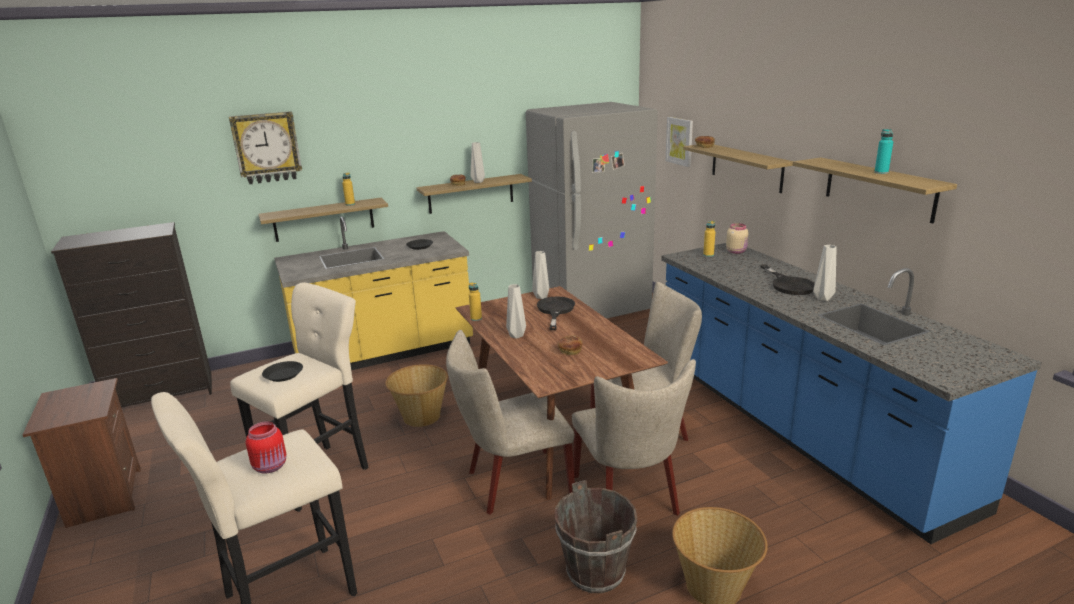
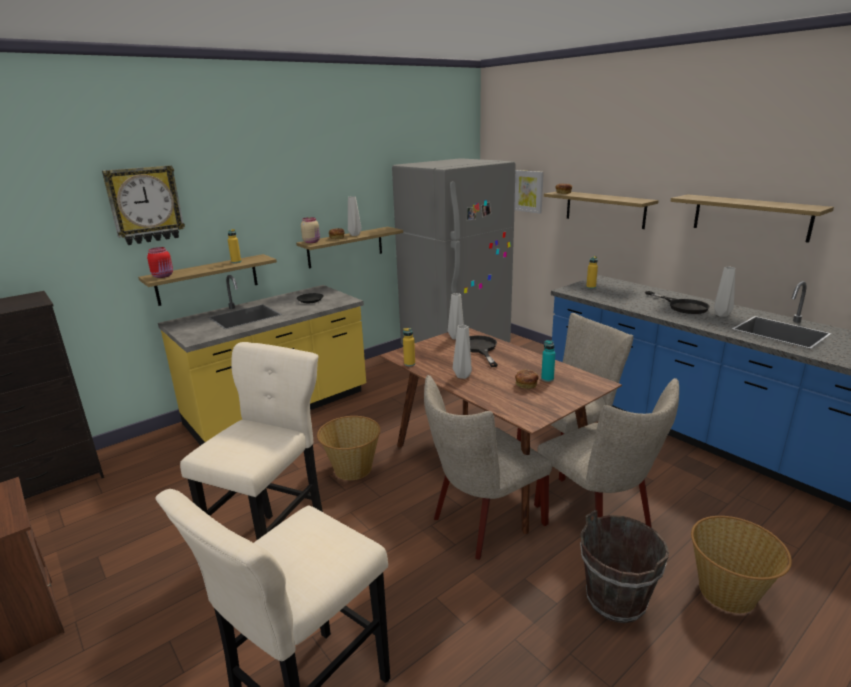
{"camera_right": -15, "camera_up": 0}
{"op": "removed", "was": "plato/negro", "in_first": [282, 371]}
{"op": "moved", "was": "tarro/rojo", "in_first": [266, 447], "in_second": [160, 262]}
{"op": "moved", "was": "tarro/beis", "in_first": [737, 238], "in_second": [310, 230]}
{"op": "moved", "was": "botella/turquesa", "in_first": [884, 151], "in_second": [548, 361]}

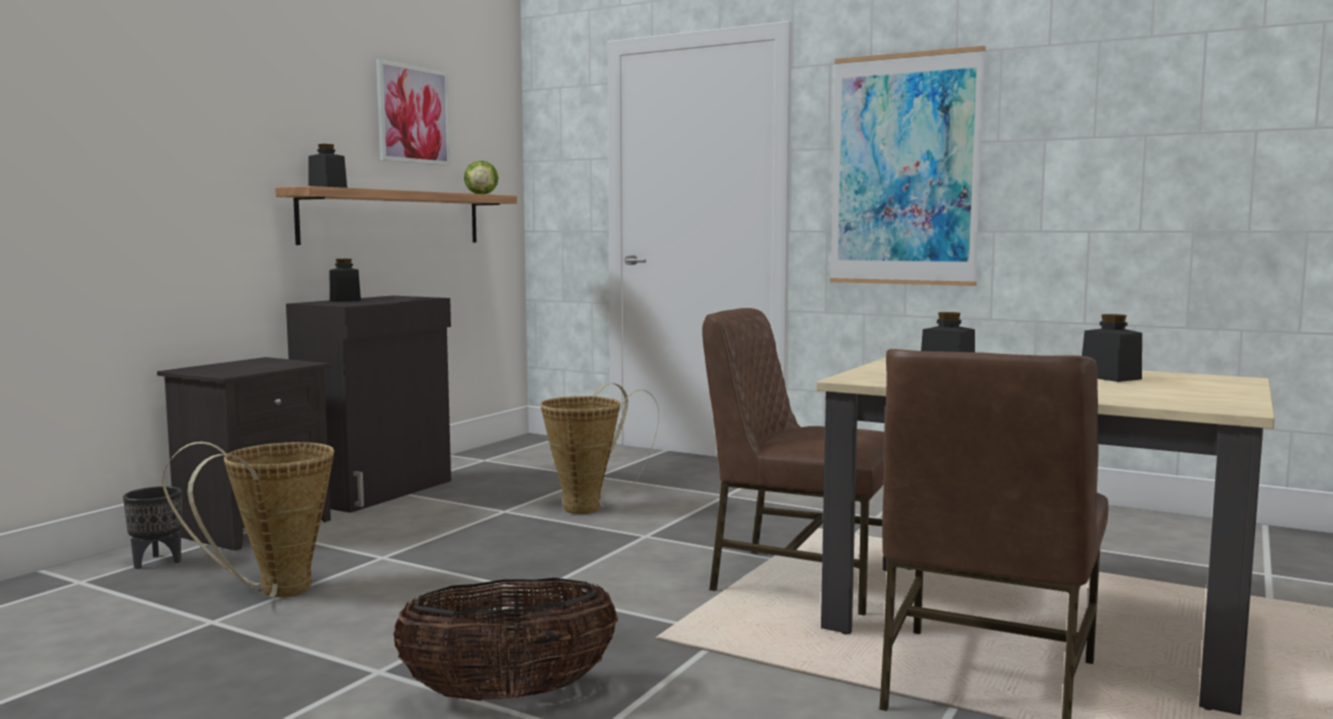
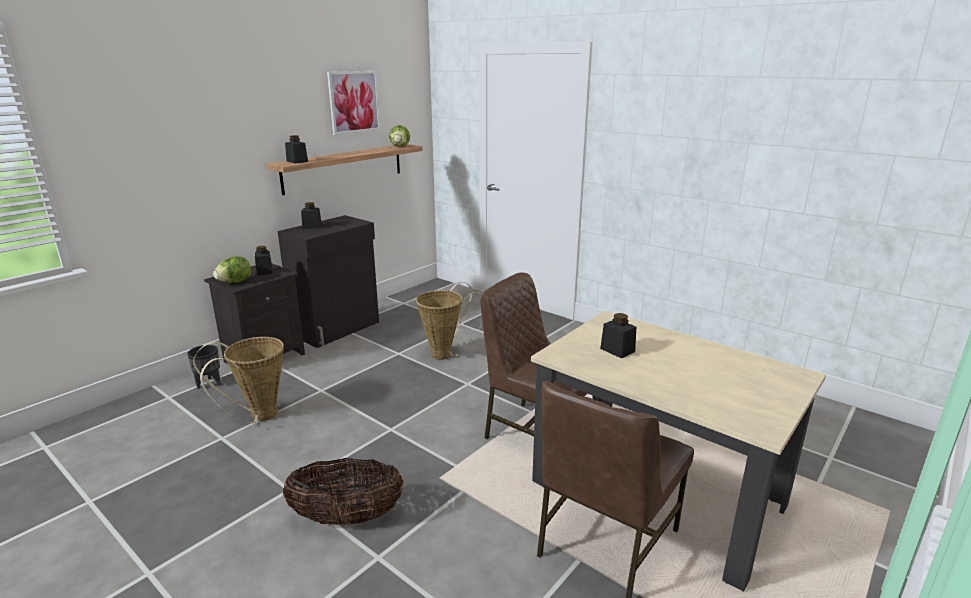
{"camera_right": 10, "camera_up": 15}
{"op": "removed", "was": "cuadro", "in_first": [908, 166]}
{"op": "added", "now": "lechuga", "in_second": [232, 269]}
{"op": "moved", "was": "tarro/negro", "in_first": [1112, 348], "in_second": [264, 260]}

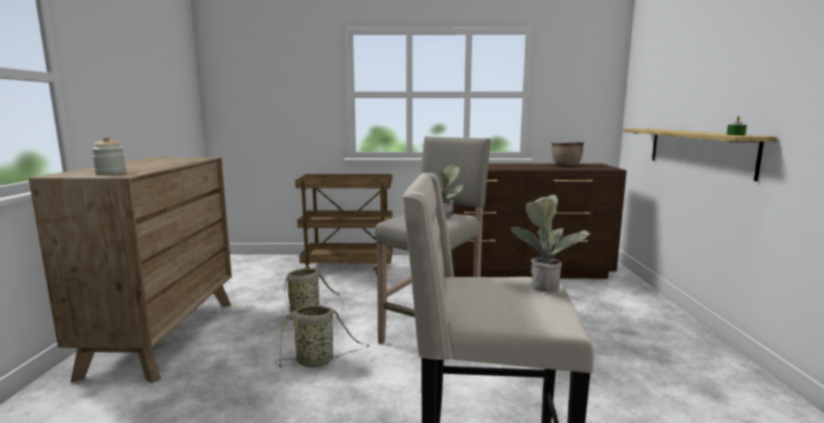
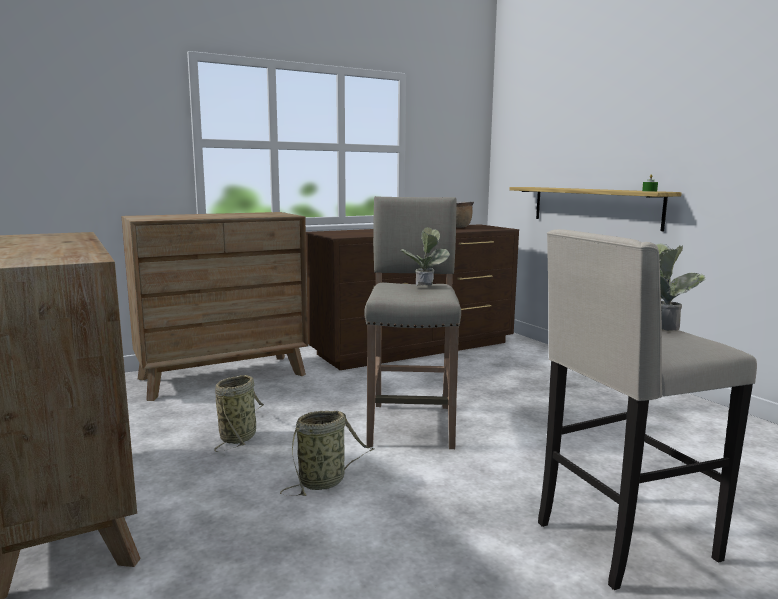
{"camera_right": -30, "camera_up": 0}
{"op": "removed", "was": "tarro", "in_first": [108, 155]}
{"op": "replaced", "was": "carrito/marrón", "now": "cómoda/marrón", "in_first": [344, 224], "in_second": [214, 306]}

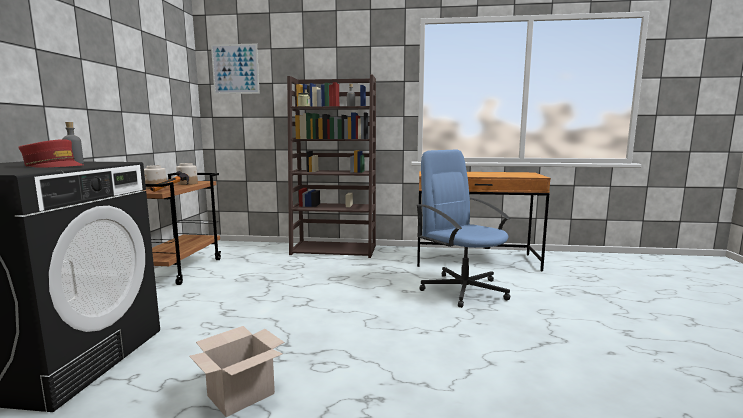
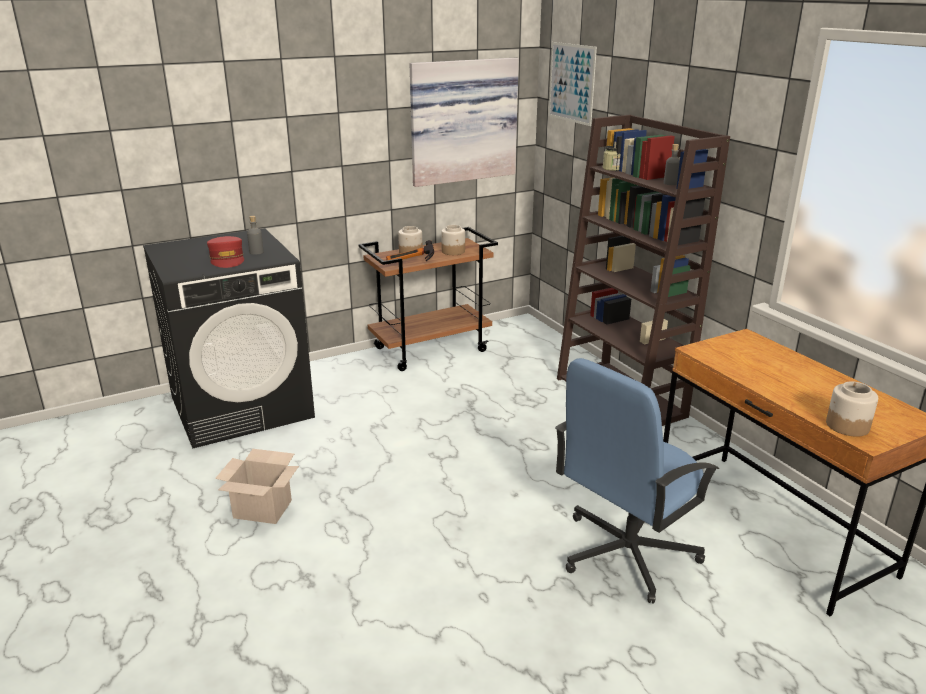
{"camera_right": 55, "camera_up": 15}
{"op": "added", "now": "cuadro", "in_second": [464, 122]}
{"op": "added", "now": "tarro", "in_second": [852, 409]}
{"op": "turned", "was": "silla de oficina/azul", "in_first": [464, 229], "in_second": [637, 480], "clockwise": -150}

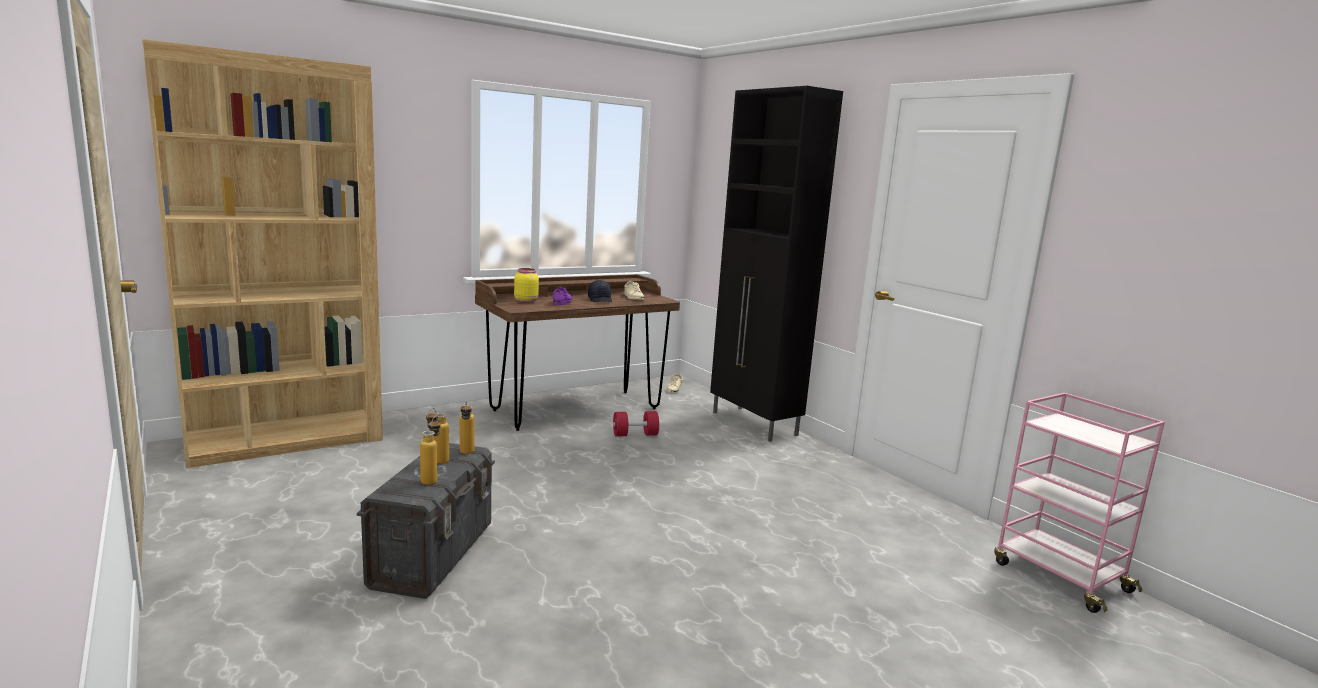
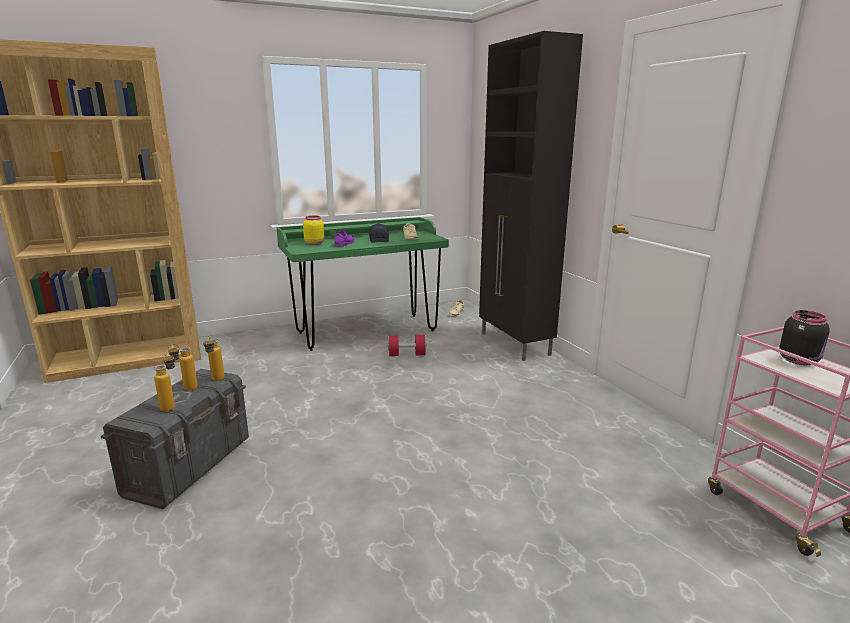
{"camera_right": 10, "camera_up": 5}
{"op": "added", "now": "tarro/negro", "in_second": [804, 337]}
{"op": "recoloured", "was": "escritorio/marrón", "now": "escritorio/verde", "in_first": [577, 352], "in_second": [363, 284]}

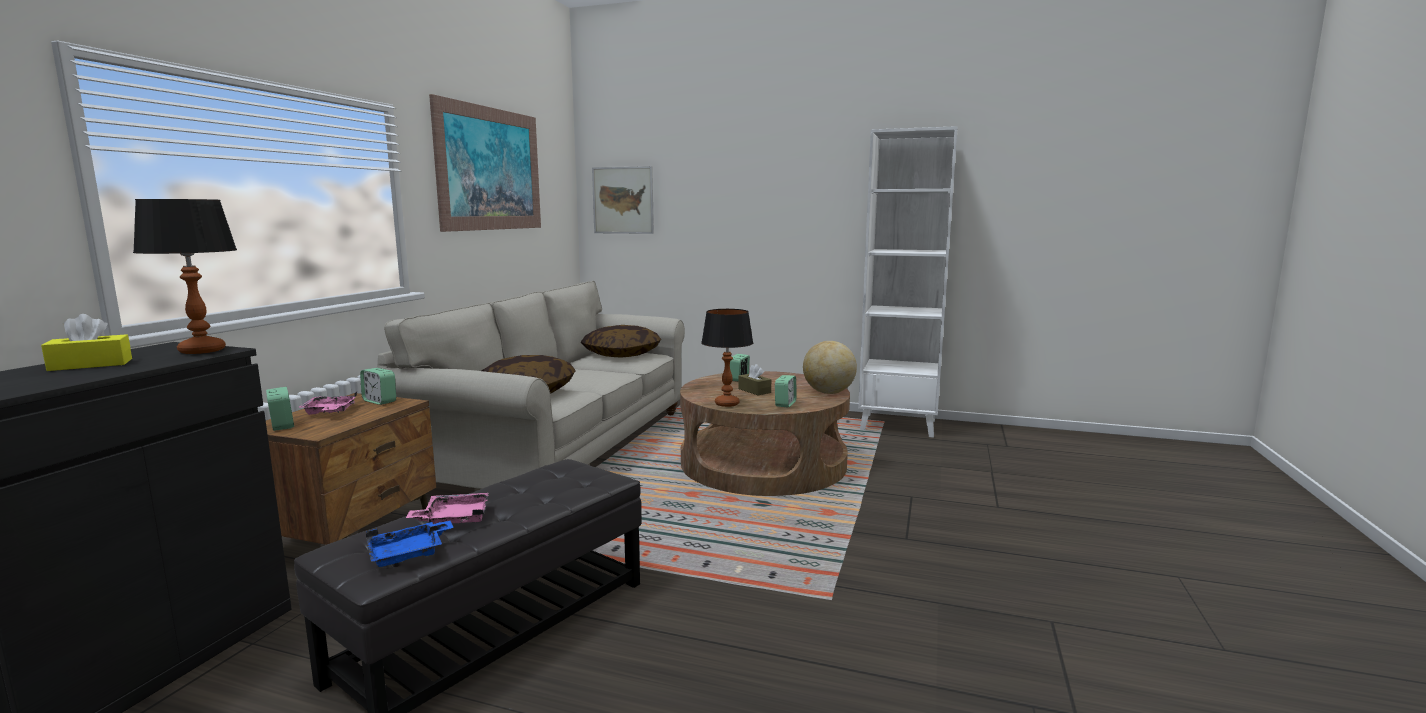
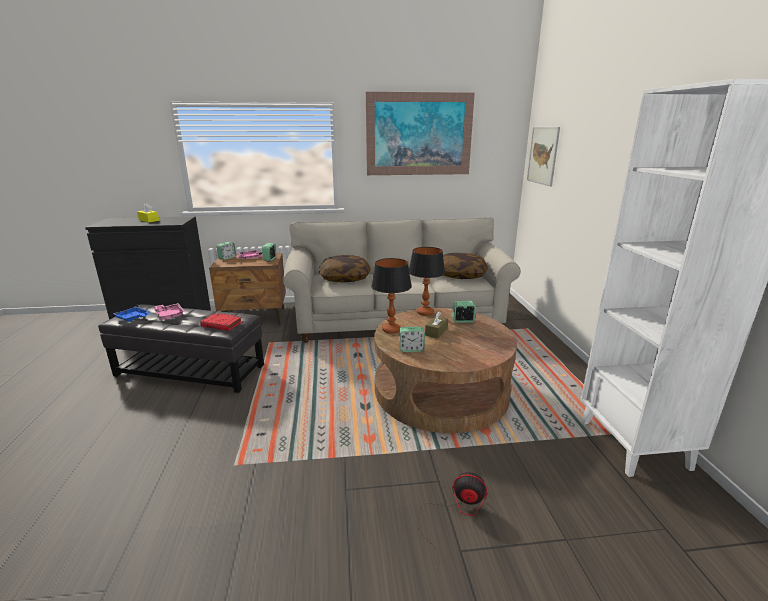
{"camera_right": 65, "camera_up": 10}
{"op": "removed", "was": "globo terráqueo", "in_first": [830, 367]}
{"op": "added", "now": "libro/rojo", "in_second": [221, 322]}
{"op": "added", "now": "ventilador", "in_second": [452, 520]}
{"op": "moved", "was": "lámpara de mesa", "in_first": [185, 276], "in_second": [427, 281]}

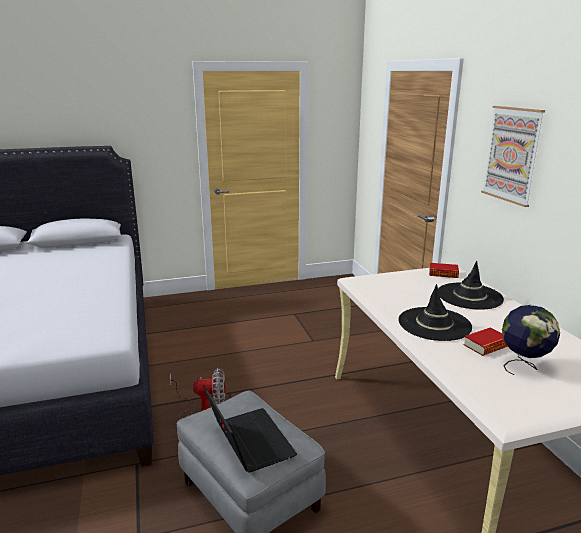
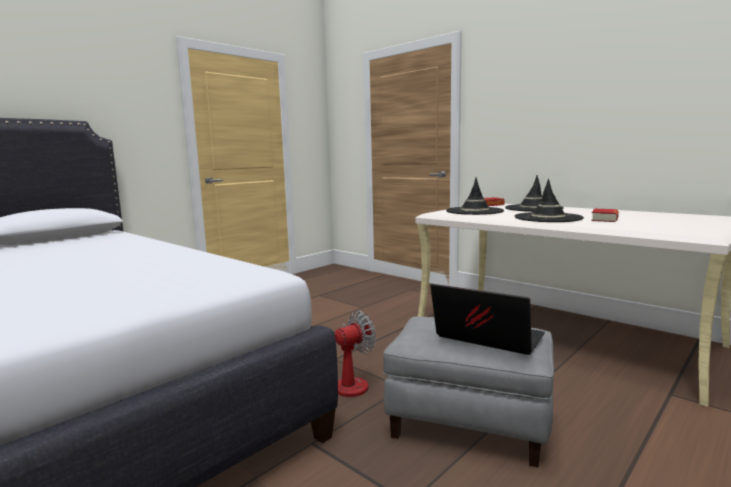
{"camera_right": -30, "camera_up": -10}
{"op": "removed", "was": "cuadro", "in_first": [513, 156]}
{"op": "removed", "was": "globo terráqueo", "in_first": [531, 340]}
{"op": "added", "now": "sombrero/negro", "in_second": [475, 196]}

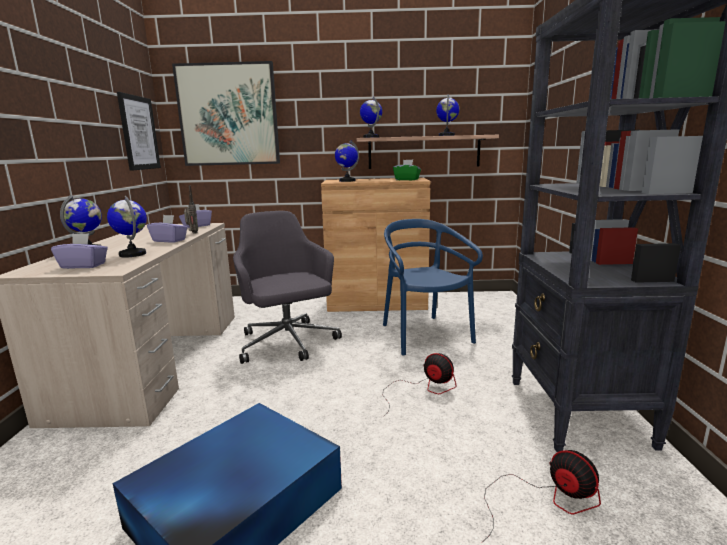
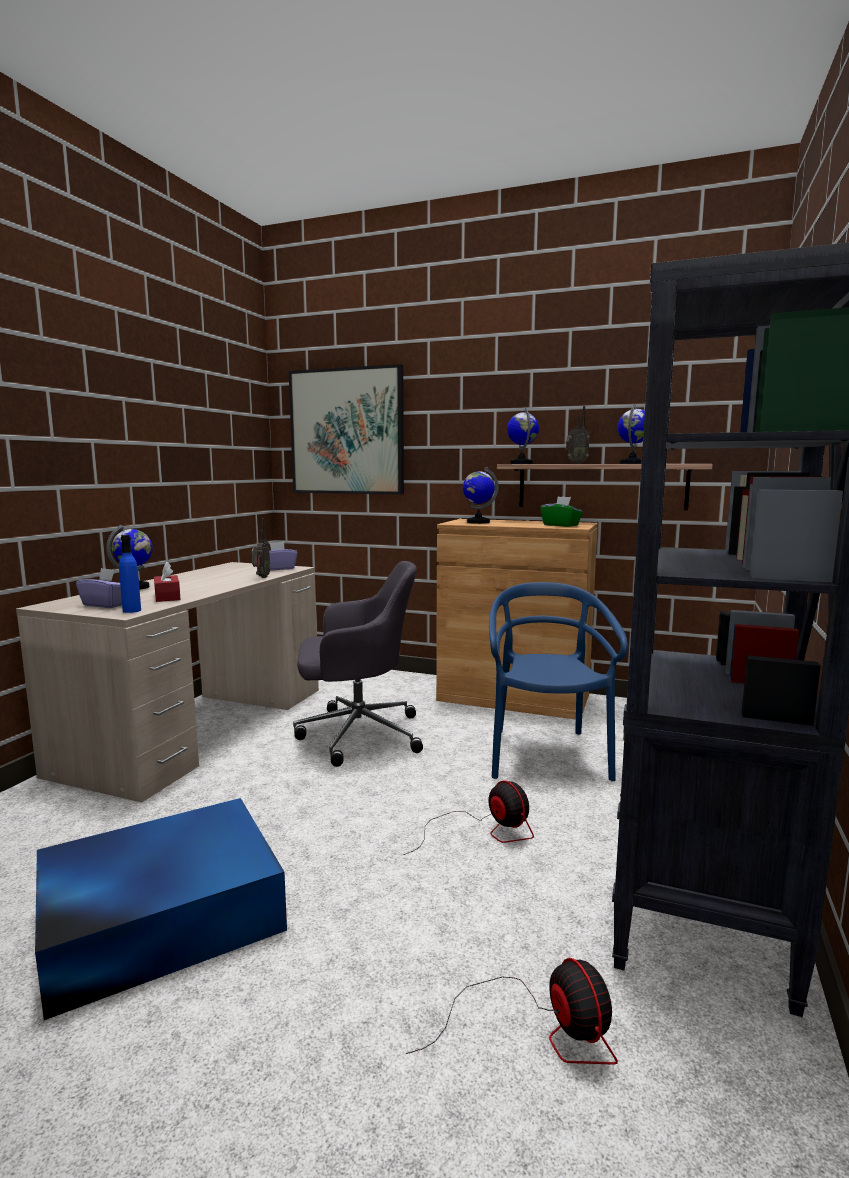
{"camera_right": 20, "camera_up": -5}
{"op": "removed", "was": "cuadro", "in_first": [139, 131]}
{"op": "removed", "was": "caja de pañuelos/morado", "in_first": [167, 229]}
{"op": "added", "now": "botella/azul", "in_second": [130, 574]}
{"op": "added", "now": "radio", "in_second": [577, 435]}
{"op": "replaced", "was": "globo terráqueo", "now": "caja de pañuelos/rojo", "in_first": [127, 227], "in_second": [167, 582]}
{"op": "turned", "was": "silla de oficina/gris", "in_first": [287, 287], "in_second": [358, 664], "clockwise": 90}

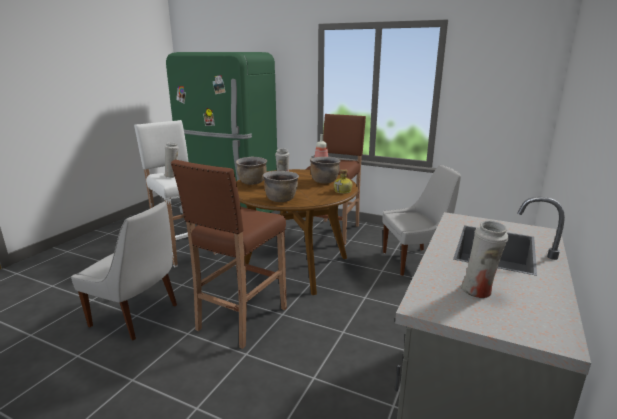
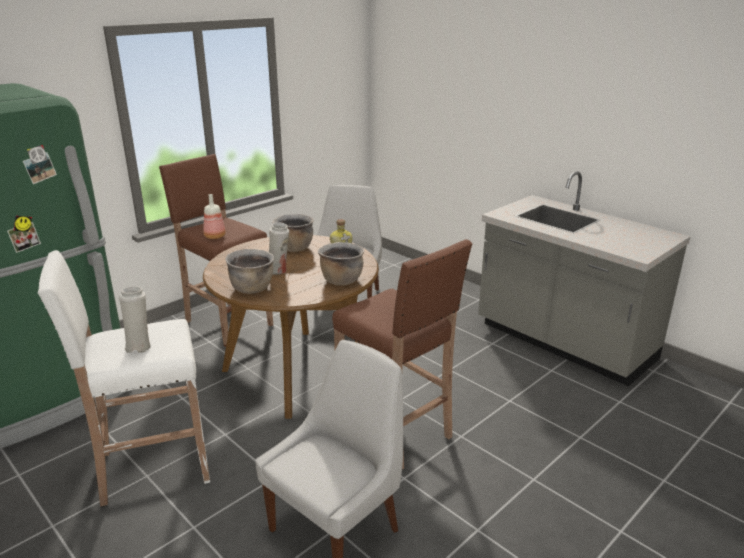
{"camera_right": -70, "camera_up": 5}
{"op": "removed", "was": "florero/blanco", "in_first": [485, 259]}

